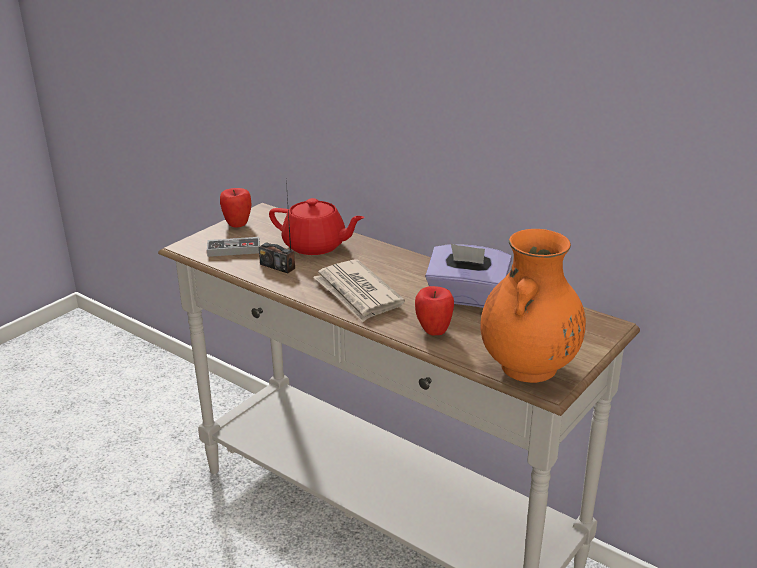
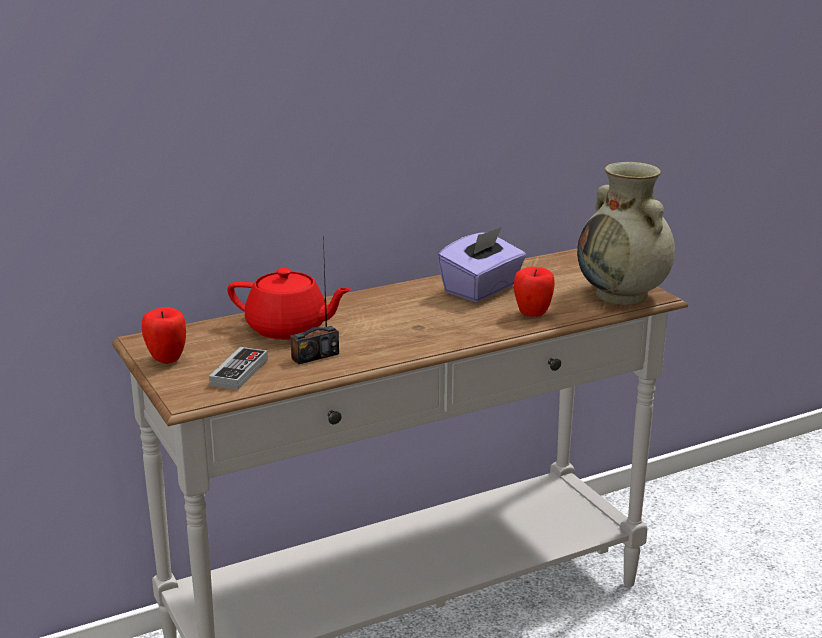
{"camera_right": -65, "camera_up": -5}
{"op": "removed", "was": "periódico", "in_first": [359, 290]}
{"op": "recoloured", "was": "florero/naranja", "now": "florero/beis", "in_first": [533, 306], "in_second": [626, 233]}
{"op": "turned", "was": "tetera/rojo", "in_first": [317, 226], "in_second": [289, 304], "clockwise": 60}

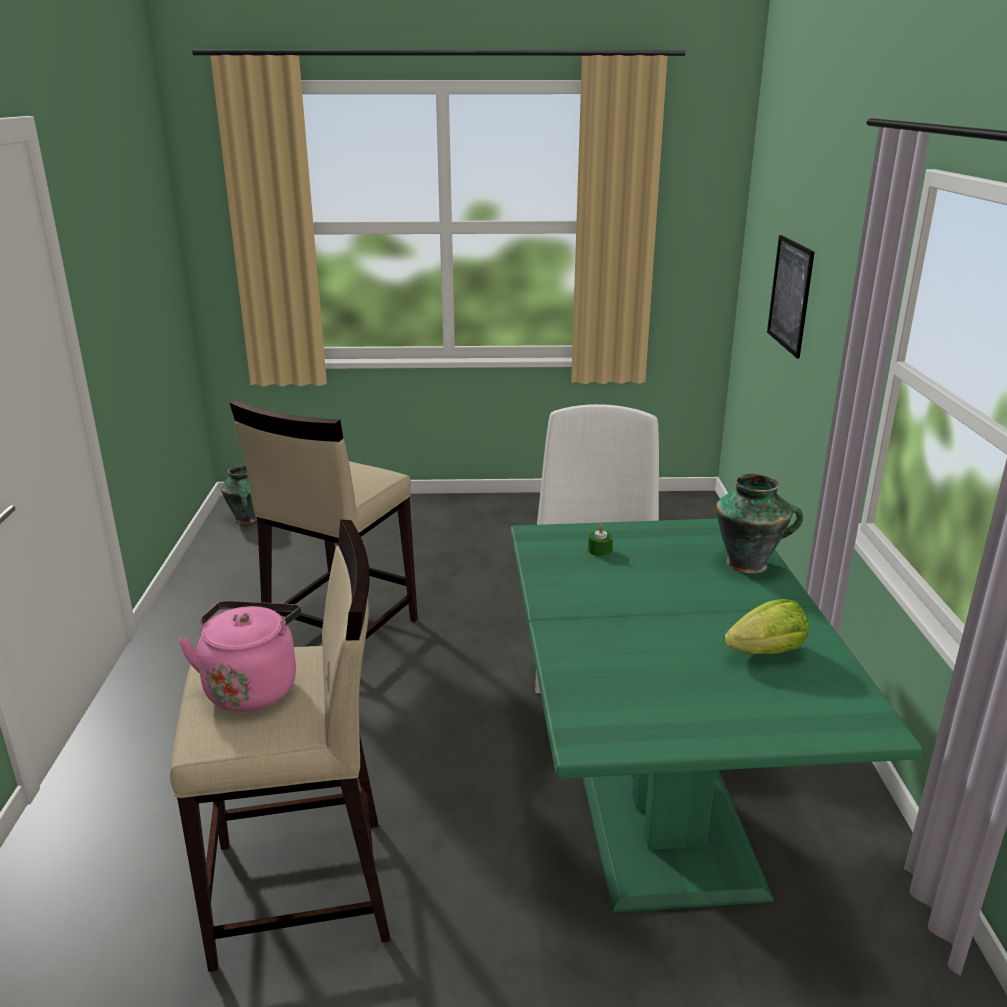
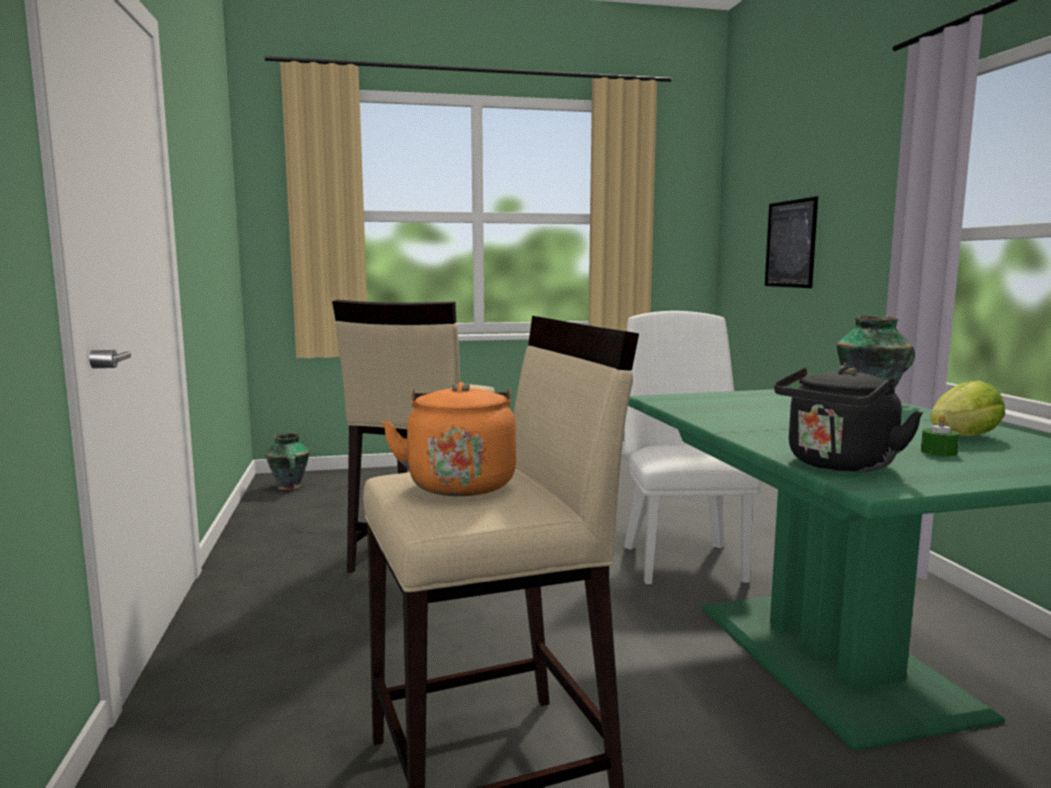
{"camera_right": -10, "camera_up": -15}
{"op": "added", "now": "hervidor/negro", "in_second": [848, 419]}
{"op": "moved", "was": "vela/verde", "in_first": [600, 540], "in_second": [940, 436]}
{"op": "recoloured", "was": "hervidor/rosa", "now": "hervidor/naranja", "in_first": [240, 656], "in_second": [449, 439]}

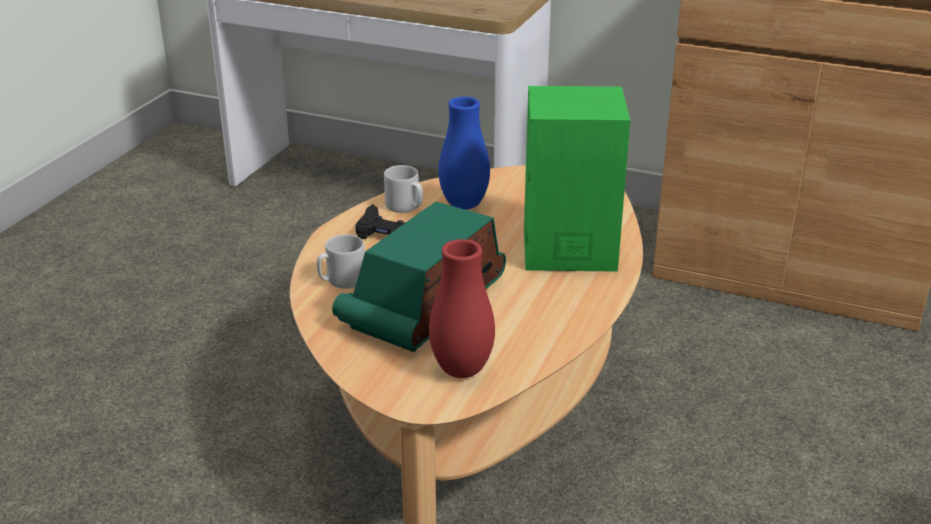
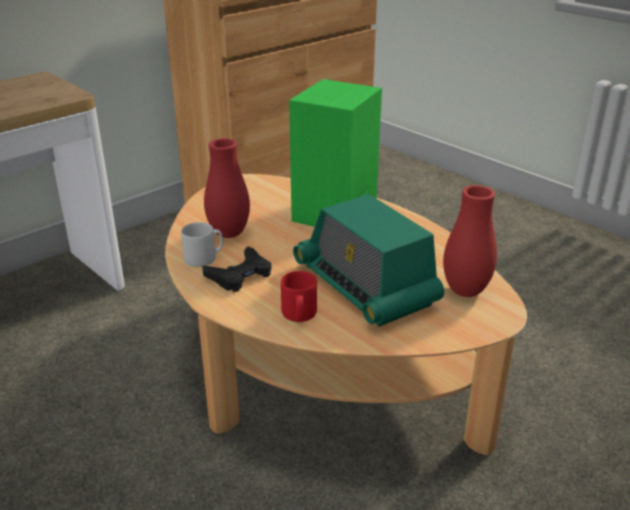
{"camera_right": -65, "camera_up": 0}
{"op": "recoloured", "was": "taza grande/gris", "now": "taza grande/rojo", "in_first": [341, 261], "in_second": [299, 296]}
{"op": "recoloured", "was": "florero/azul", "now": "florero/rojo", "in_first": [464, 153], "in_second": [227, 188]}

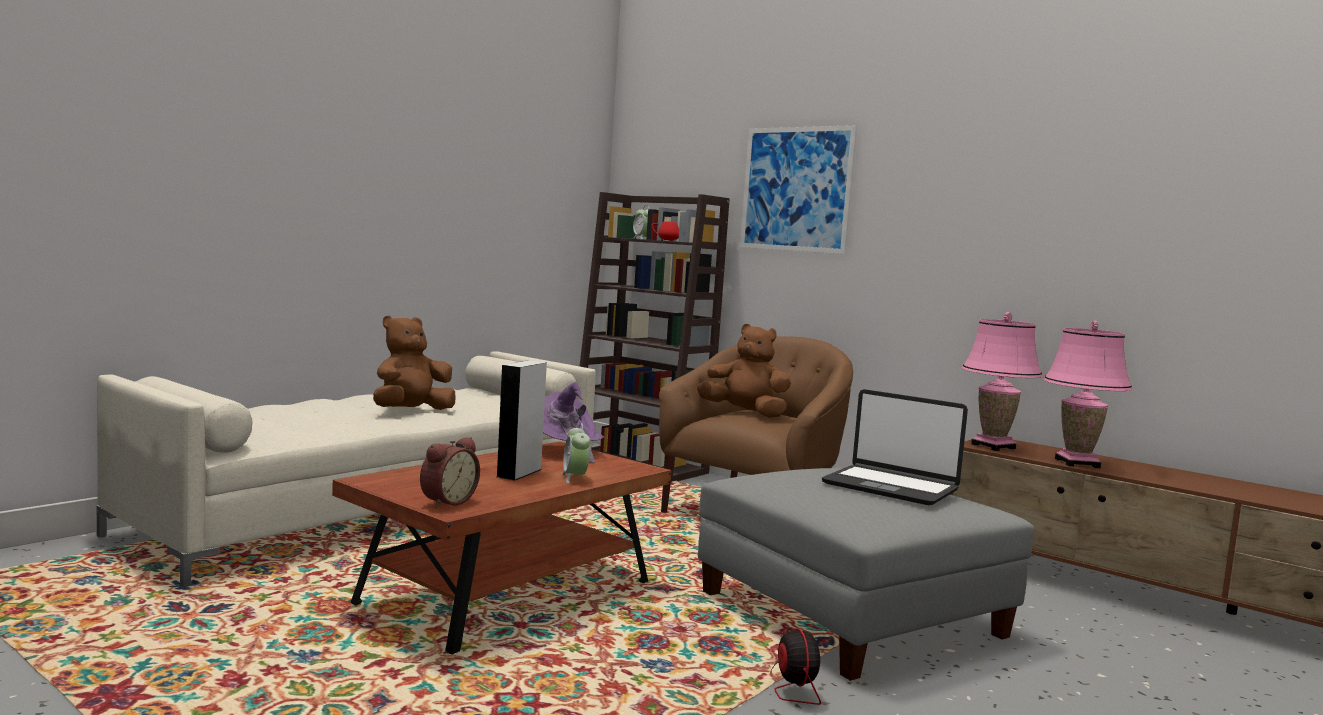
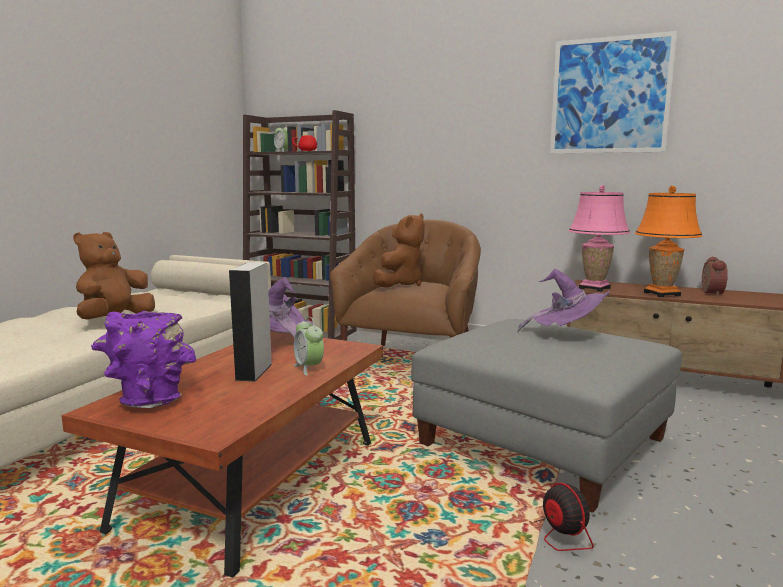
{"camera_right": -15, "camera_up": 5}
{"op": "added", "now": "florero/morado", "in_second": [143, 359]}
{"op": "moved", "was": "despertador", "in_first": [450, 472], "in_second": [715, 276]}
{"op": "moved", "was": "cuadro", "in_first": [798, 189], "in_second": [613, 92]}
{"op": "replaced", "was": "portátil", "now": "sombrero/morado", "in_first": [895, 447], "in_second": [563, 300]}
{"op": "recoloured", "was": "lámpara de mesa/rosa", "now": "lámpara de mesa/naranja", "in_first": [1088, 394], "in_second": [668, 242]}
{"op": "turned", "was": "peluche/marrón", "in_first": [744, 371], "in_second": [399, 250], "clockwise": 105}

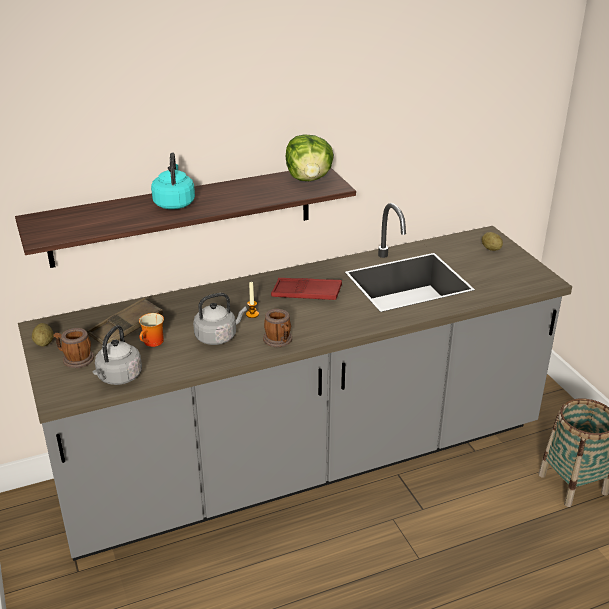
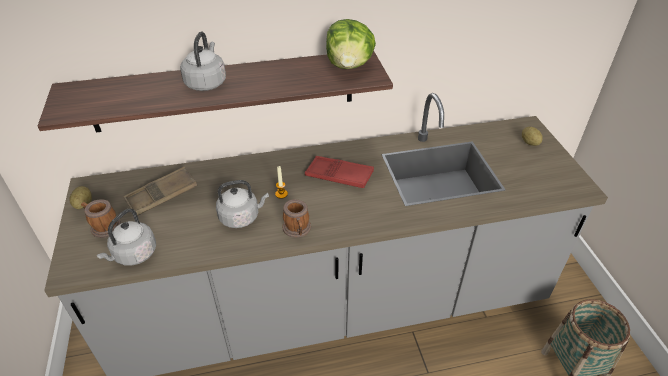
{"camera_right": 10, "camera_up": 10}
{"op": "removed", "was": "taza grande", "in_first": [151, 330]}
{"op": "recoloured", "was": "hervidor/turquesa", "now": "hervidor/gris", "in_first": [173, 180], "in_second": [203, 61]}

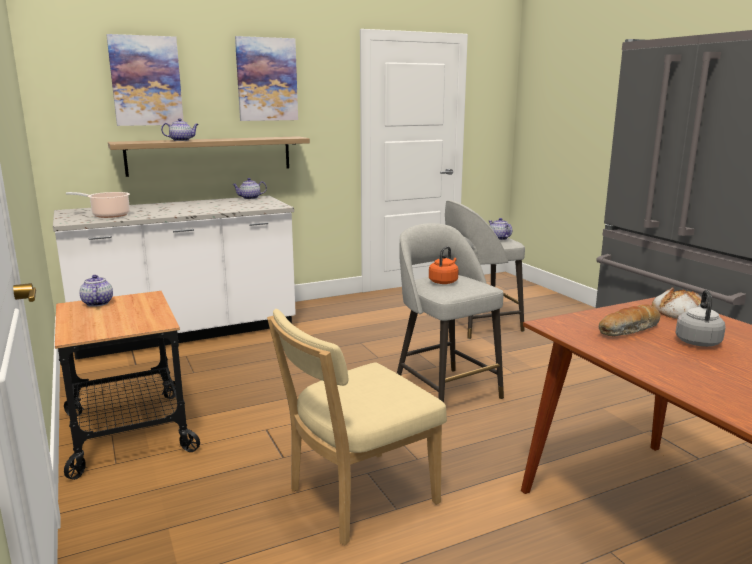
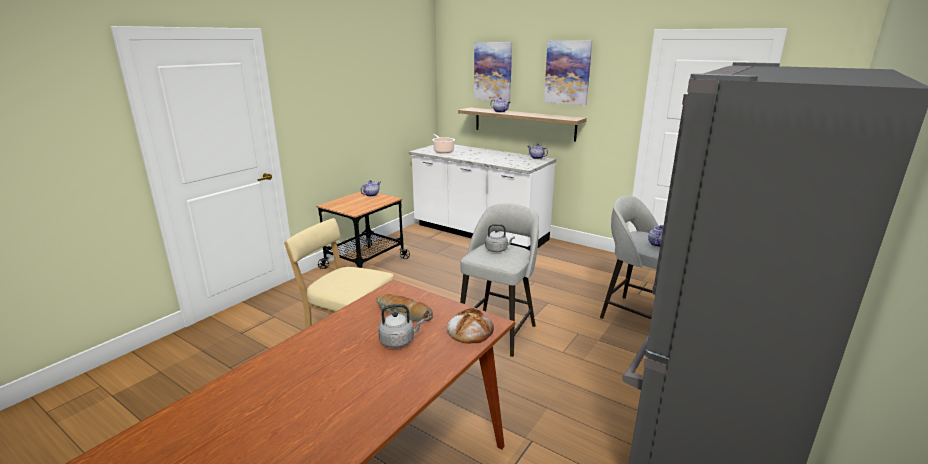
{"camera_right": 60, "camera_up": 5}
{"op": "recoloured", "was": "hervidor/naranja", "now": "hervidor/gris", "in_first": [443, 265], "in_second": [500, 238]}

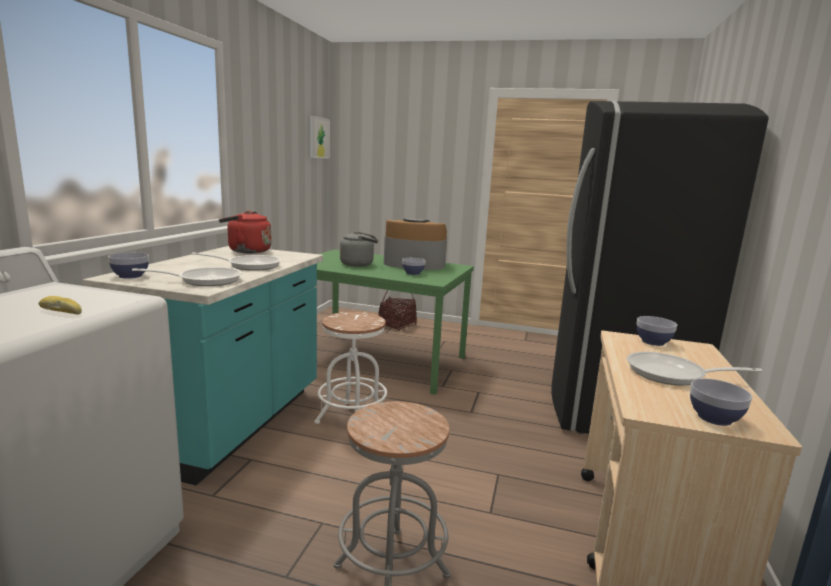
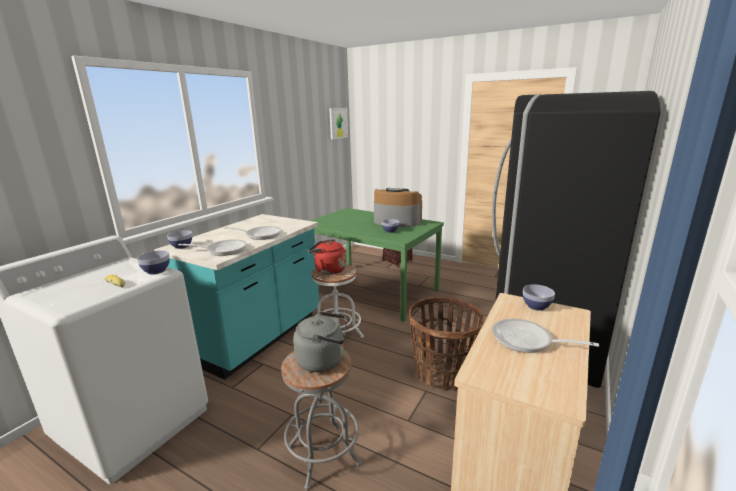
{"camera_right": 15, "camera_up": 5}
{"op": "added", "now": "cesta", "in_second": [446, 344]}
{"op": "moved", "was": "hervidor/rojo", "in_first": [245, 232], "in_second": [327, 256]}
{"op": "moved", "was": "hervidor/gris", "in_first": [359, 248], "in_second": [320, 341]}
{"op": "moved", "was": "cuenco", "in_first": [721, 402], "in_second": [153, 262]}

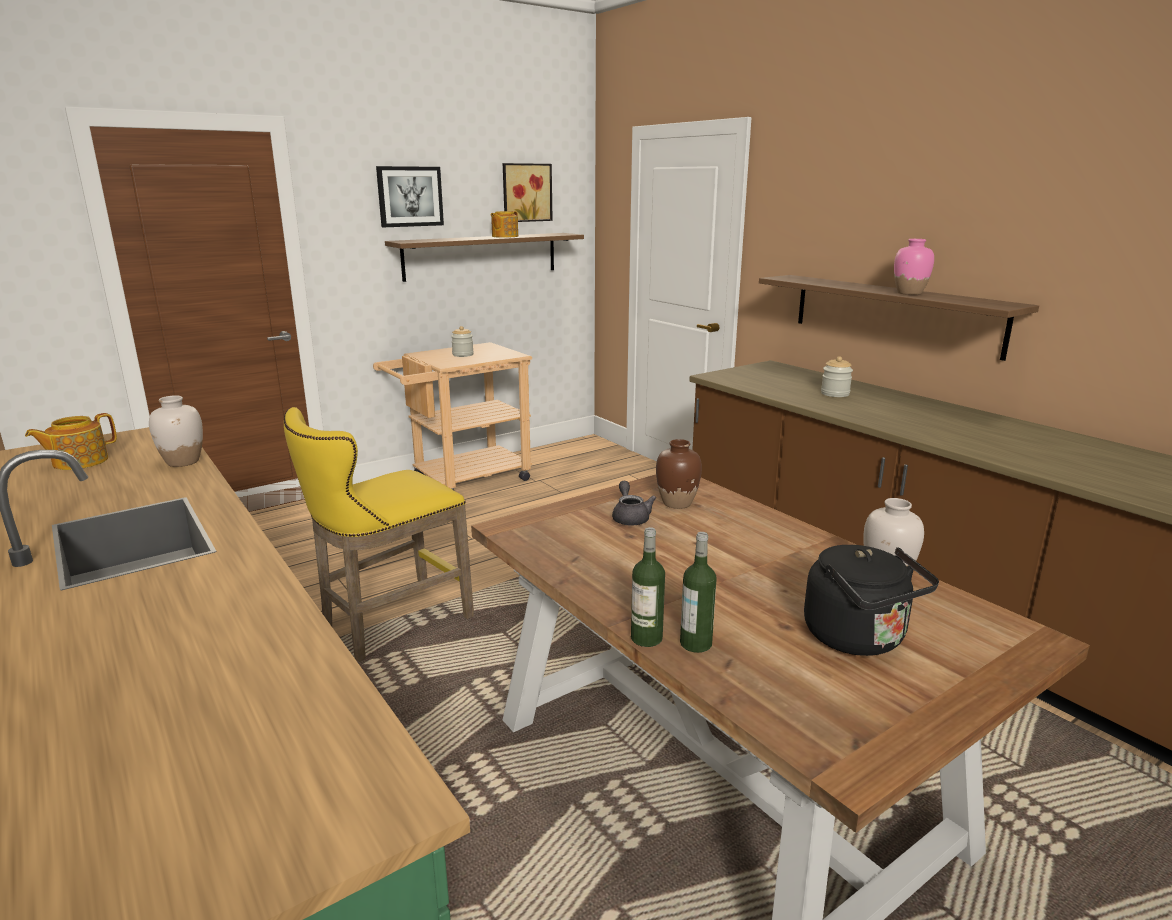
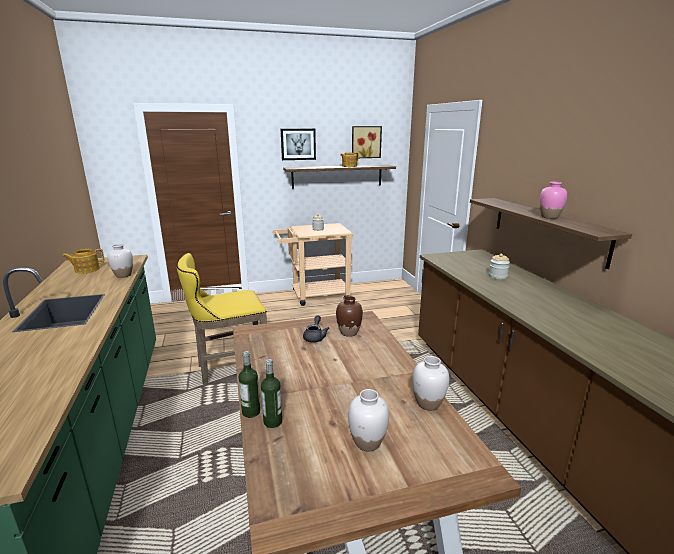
{"camera_right": 20, "camera_up": 0}
{"op": "replaced", "was": "hervidor/negro", "now": "florero/blanco", "in_first": [871, 600], "in_second": [368, 420]}

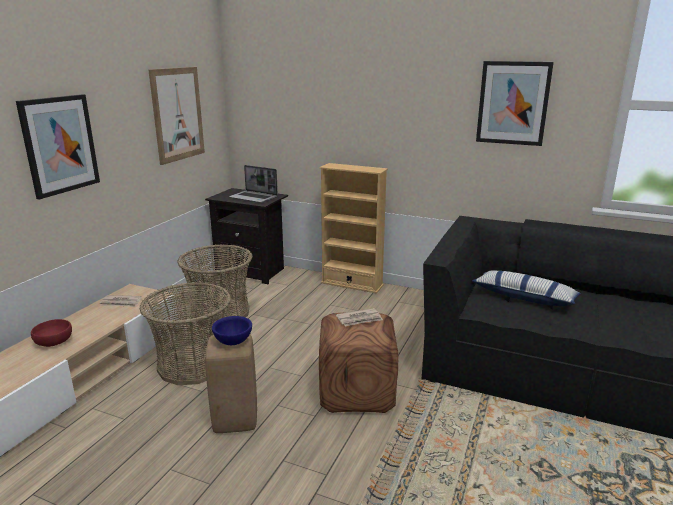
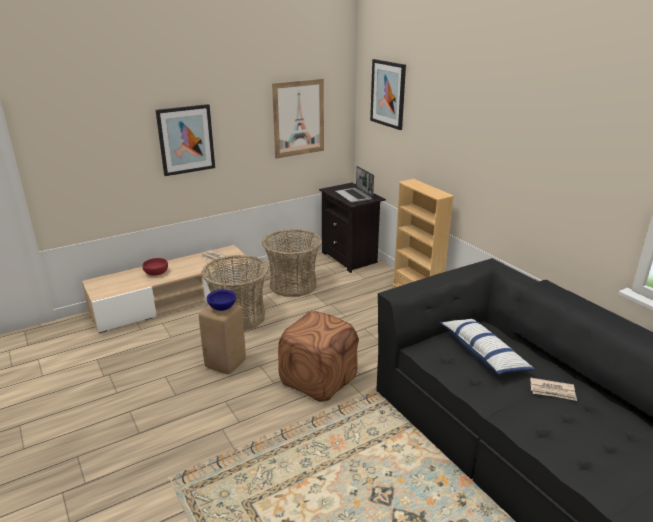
{"camera_right": 35, "camera_up": 5}
{"op": "moved", "was": "periódico", "in_first": [359, 317], "in_second": [553, 389]}
{"op": "moved", "was": "cuadro", "in_first": [515, 103], "in_second": [388, 94]}

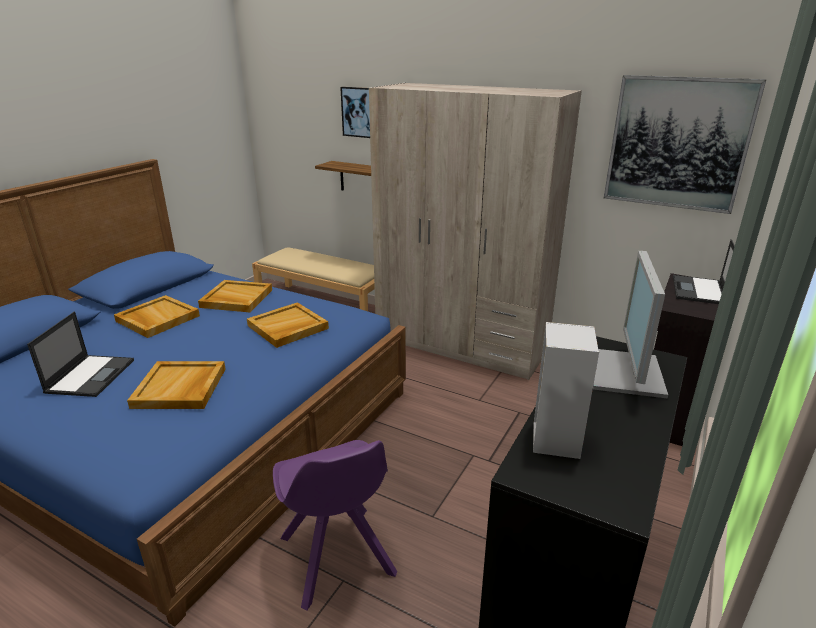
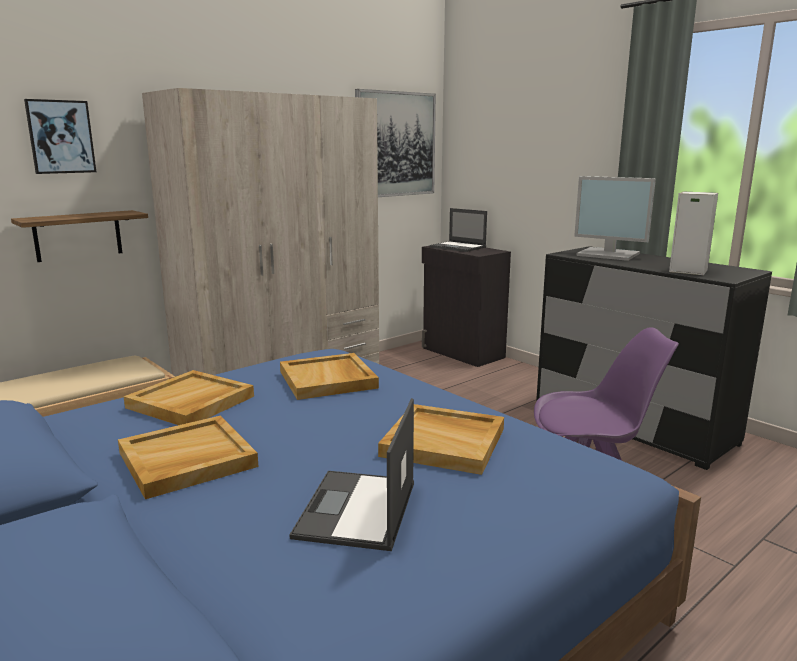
{"camera_right": -70, "camera_up": -10}
{"op": "turned", "was": "portátil", "in_first": [80, 354], "in_second": [351, 474], "clockwise": -105}

